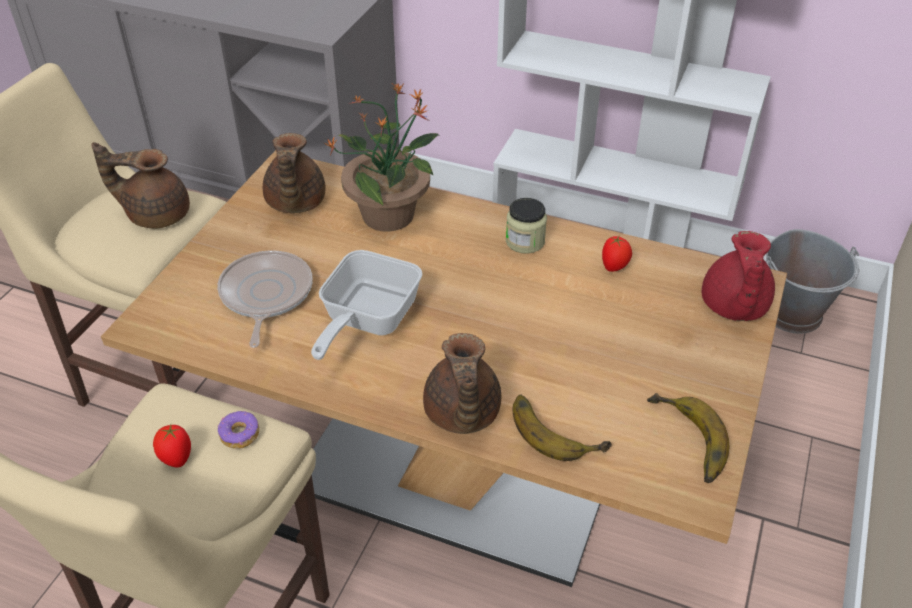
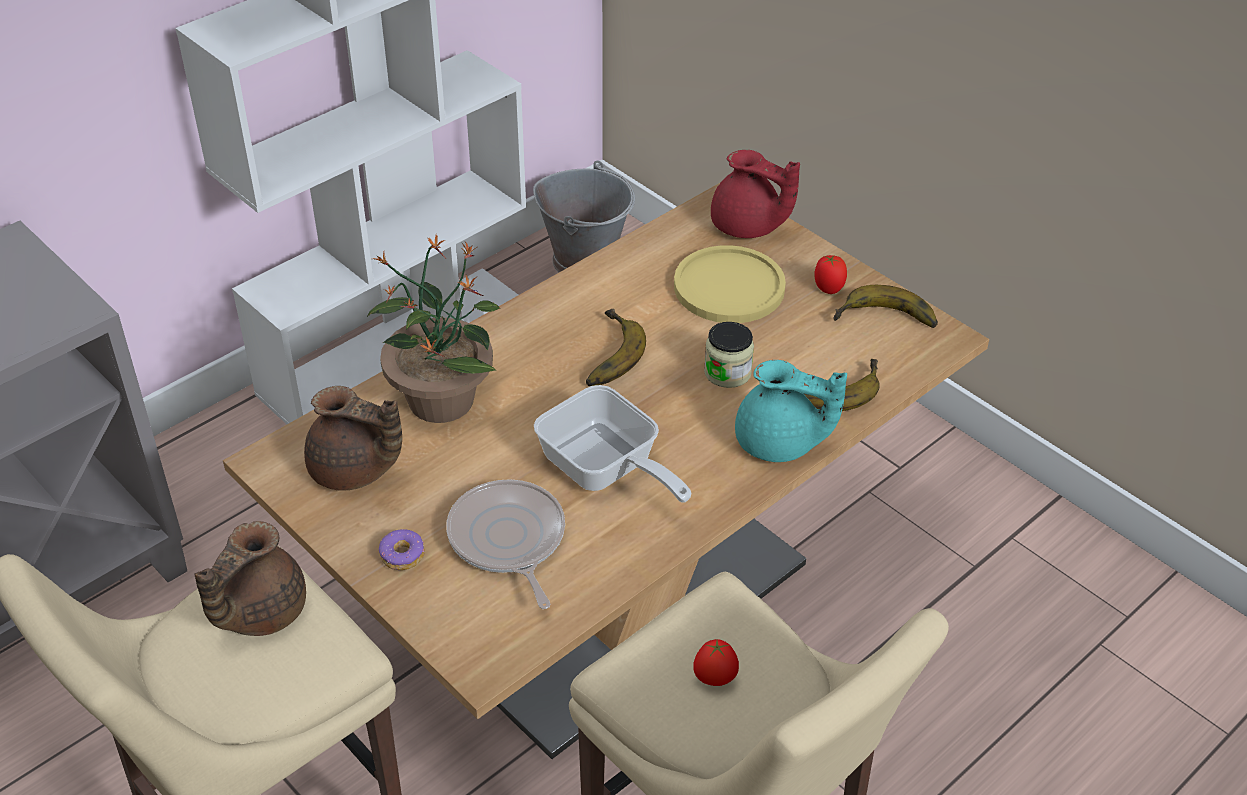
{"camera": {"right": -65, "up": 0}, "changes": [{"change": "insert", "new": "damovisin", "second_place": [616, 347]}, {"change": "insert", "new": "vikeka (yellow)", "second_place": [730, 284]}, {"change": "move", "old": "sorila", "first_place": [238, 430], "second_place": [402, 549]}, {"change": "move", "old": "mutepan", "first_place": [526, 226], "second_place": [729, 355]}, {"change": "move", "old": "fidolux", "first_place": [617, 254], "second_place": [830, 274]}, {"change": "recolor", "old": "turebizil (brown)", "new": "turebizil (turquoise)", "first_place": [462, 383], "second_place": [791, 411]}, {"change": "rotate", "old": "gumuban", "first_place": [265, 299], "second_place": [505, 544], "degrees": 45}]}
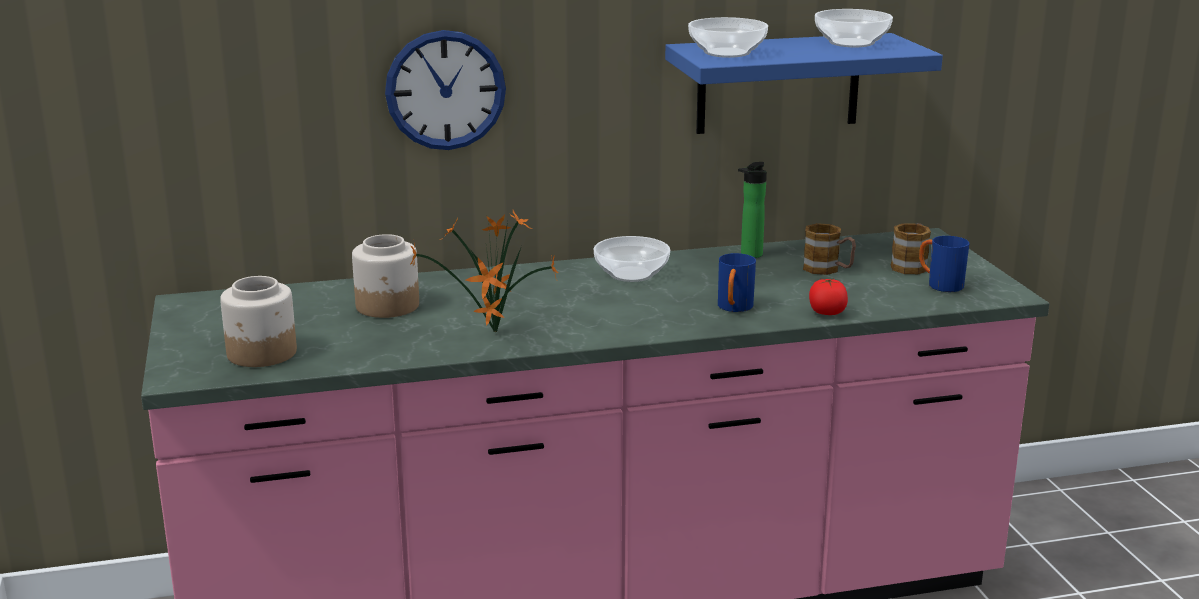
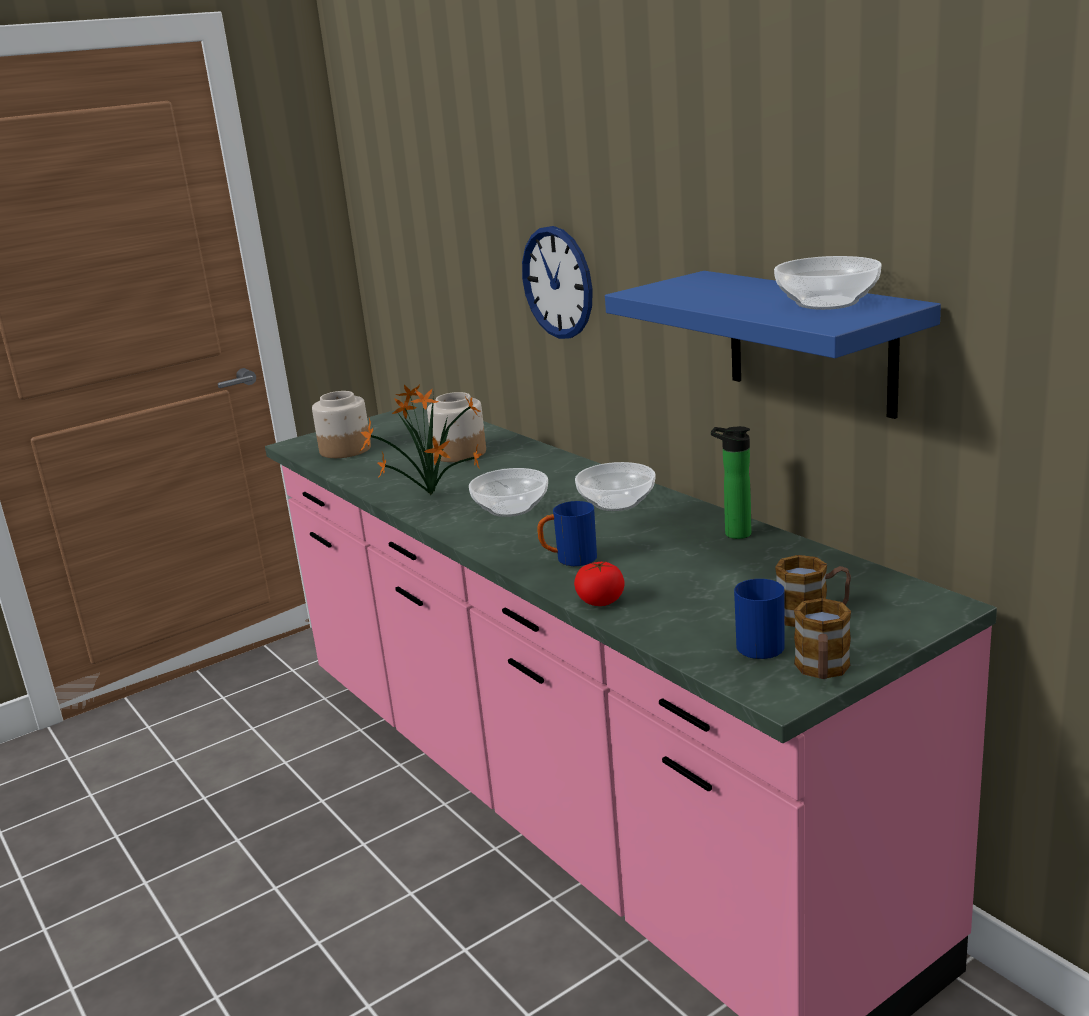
{"camera": {"right": 70, "up": 0}, "changes": [{"change": "move", "old": "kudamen", "first_place": [728, 37], "second_place": [508, 492]}, {"change": "move", "old": "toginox", "first_place": [829, 249], "second_place": [822, 638]}]}
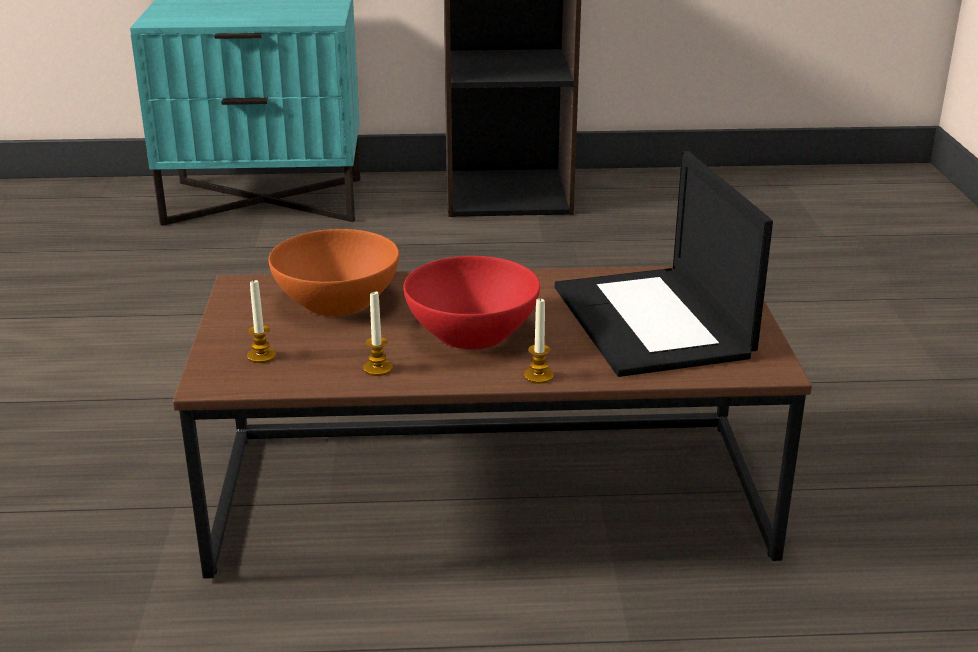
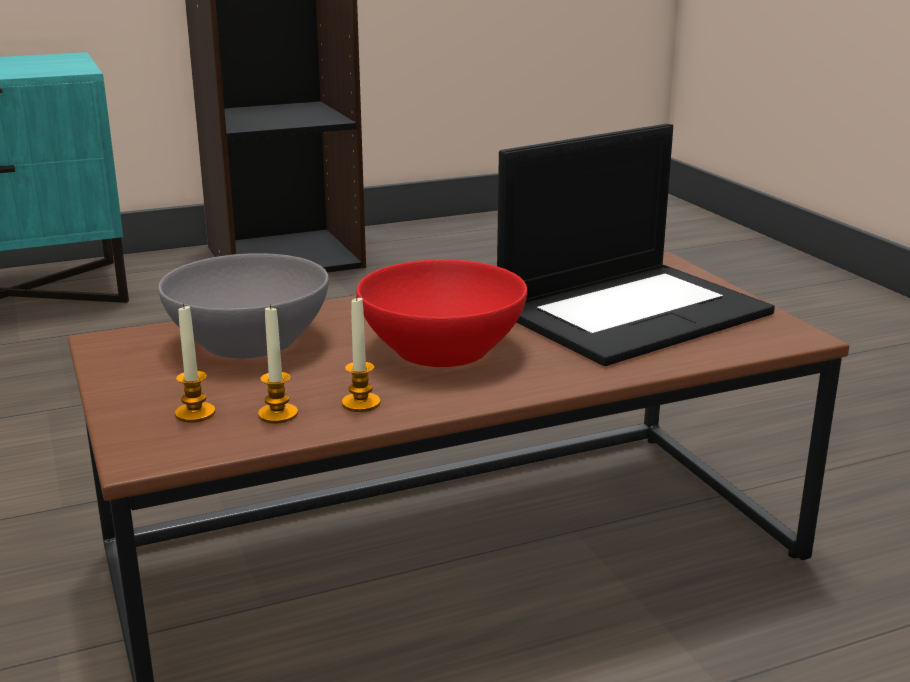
{"camera": {"right": -20, "up": -5}, "changes": [{"change": "move", "old": "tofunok", "first_place": [539, 340], "second_place": [278, 364]}, {"change": "recolor", "old": "kudamen (orange)", "new": "kudamen (grey)", "first_place": [334, 272], "second_place": [243, 305]}, {"change": "rotate", "old": "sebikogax", "first_place": [664, 264], "second_place": [636, 244], "degrees": -90}]}
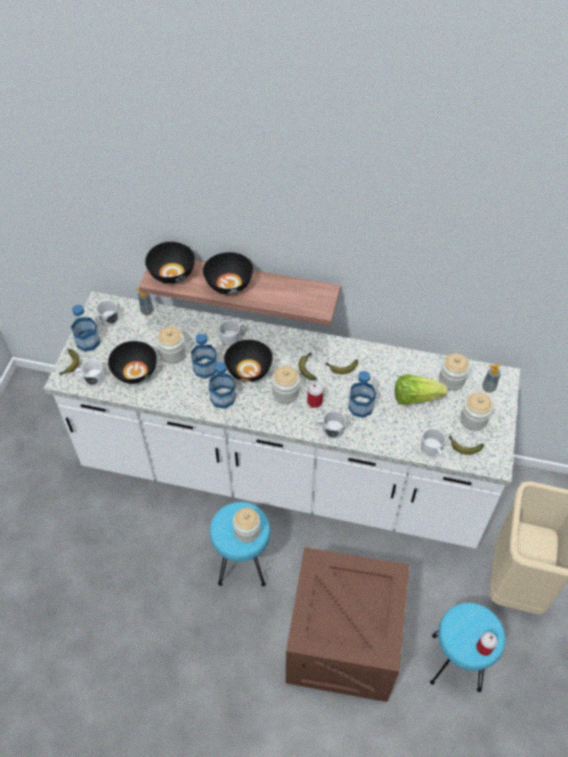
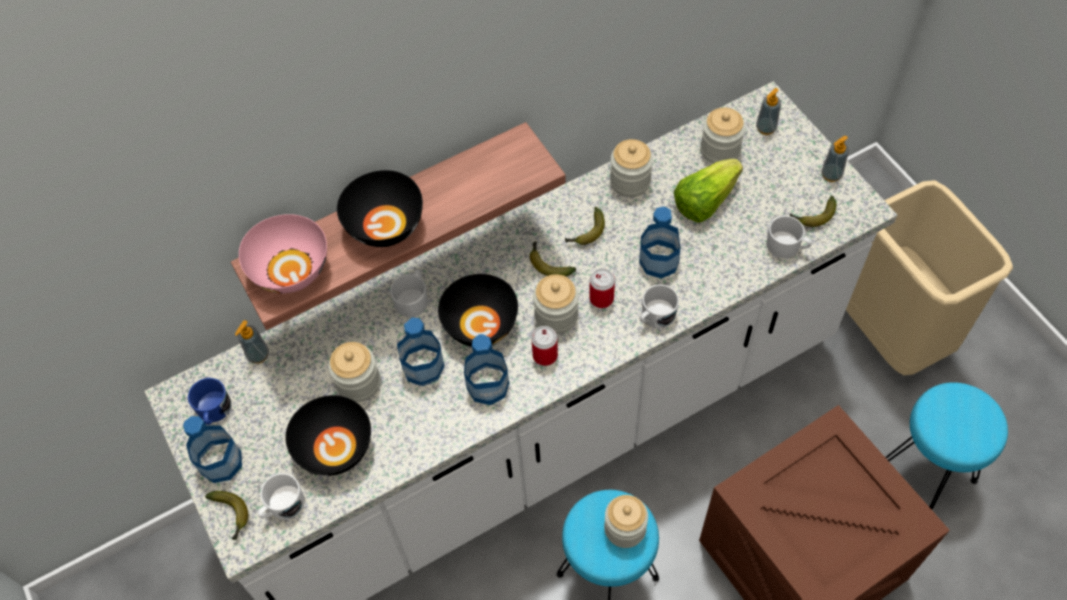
{"camera": {"right": -40, "up": 5}, "changes": [{"change": "insert", "new": "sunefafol", "second_place": [835, 159]}, {"change": "move", "old": "mutepan", "first_place": [476, 412], "second_place": [631, 168]}, {"change": "move", "old": "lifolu", "first_place": [487, 644], "second_place": [544, 346]}, {"change": "recolor", "old": "toginox (white)", "new": "toginox (blue)", "first_place": [107, 312], "second_place": [210, 401]}, {"change": "recolor", "old": "kudamen (black)", "new": "kudamen (pink)", "first_place": [170, 263], "second_place": [283, 253]}]}
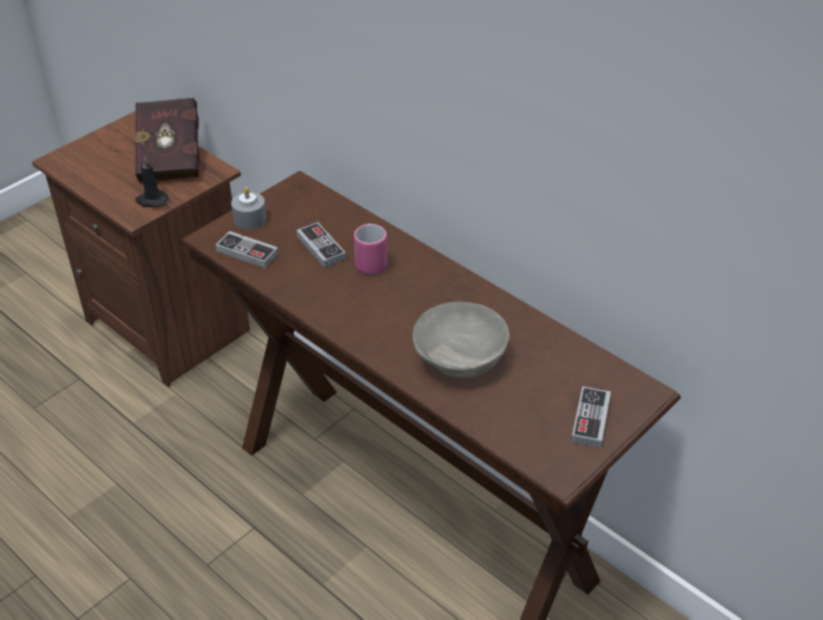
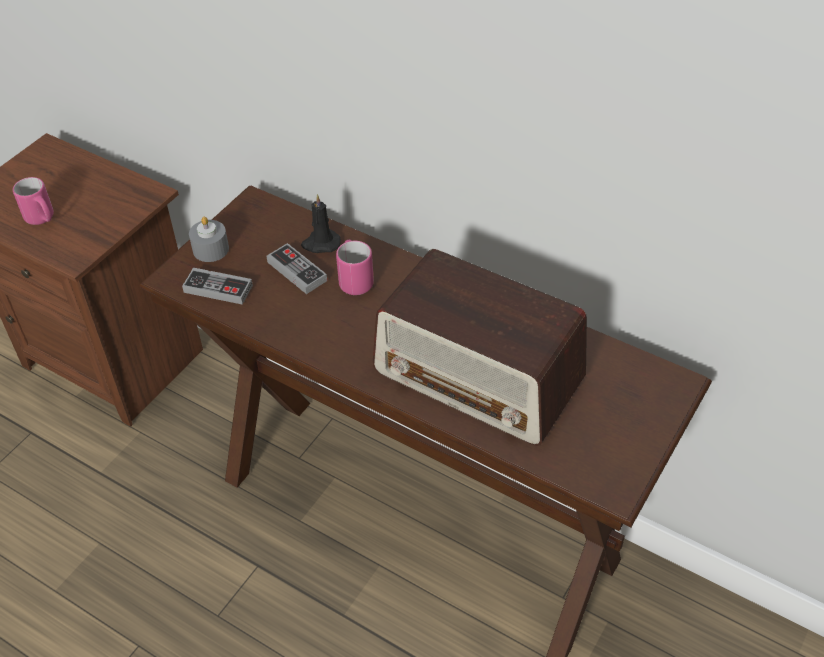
{"camera": {"right": -10, "up": 5}, "changes": [{"change": "delete", "old": "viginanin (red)", "first_place": [167, 139]}, {"change": "delete", "old": "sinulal", "first_place": [591, 417]}, {"change": "insert", "new": "toginox (pink)", "second_place": [33, 201]}, {"change": "move", "old": "tofunok (black)", "first_place": [151, 182], "second_place": [321, 223]}, {"change": "replace", "old": "kudamen (grey)", "new": "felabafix", "first_place": [461, 340], "second_place": [479, 347]}]}
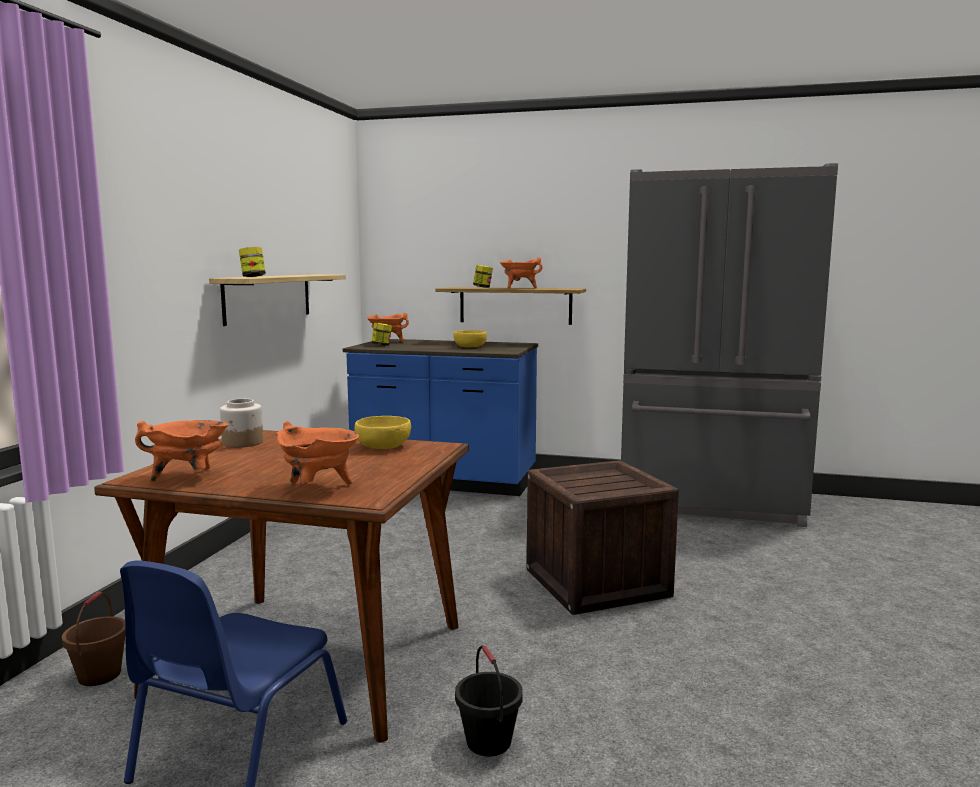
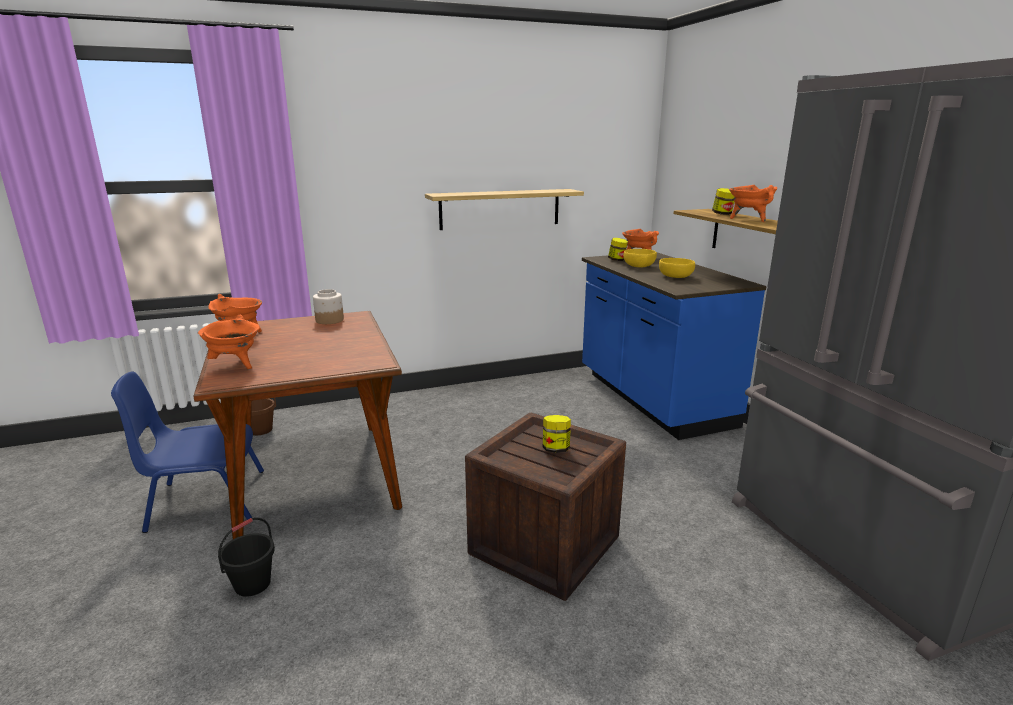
{"camera": {"right": 55, "up": 10}, "changes": [{"change": "move", "old": "mutepan", "first_place": [252, 262], "second_place": [557, 434]}, {"change": "move", "old": "kudamen (yellow)", "first_place": [382, 432], "second_place": [640, 258]}]}
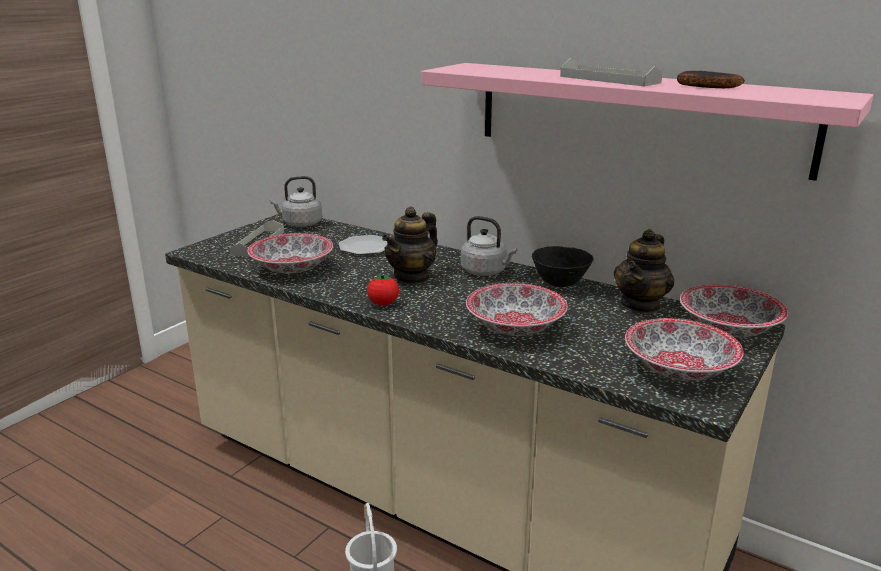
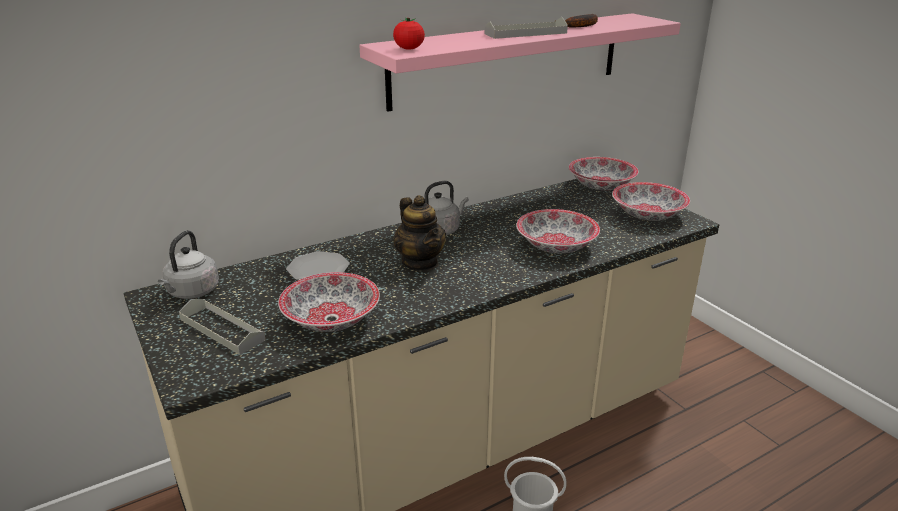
{"camera": {"right": -65, "up": 5}, "changes": [{"change": "delete", "old": "kudamen (black)", "first_place": [563, 266]}, {"change": "delete", "old": "turebizil", "first_place": [644, 271]}, {"change": "move", "old": "fidolux", "first_place": [383, 289], "second_place": [409, 34]}]}
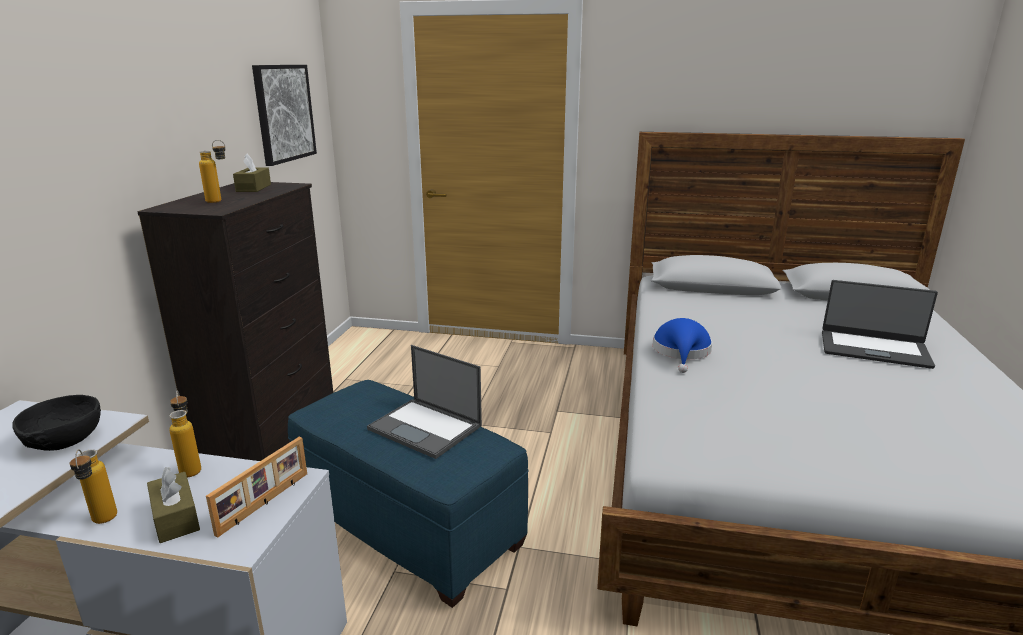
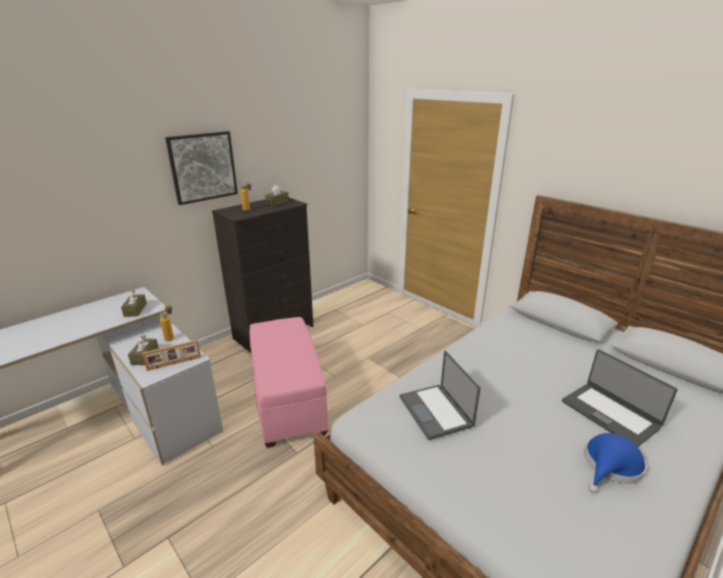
{"camera": {"right": 35, "up": 5}, "changes": [{"change": "delete", "old": "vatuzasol", "first_place": [93, 486]}, {"change": "move", "old": "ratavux", "first_place": [284, 115], "second_place": [201, 168]}, {"change": "move", "old": "sebikogax", "first_place": [424, 402], "second_place": [440, 395]}, {"change": "move", "old": "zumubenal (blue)", "first_place": [682, 345], "second_place": [615, 463]}, {"change": "replace", "old": "kudamen (black)", "new": "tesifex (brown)", "first_place": [56, 423], "second_place": [134, 303]}, {"change": "recolor", "old": "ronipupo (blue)", "new": "ronipupo (pink)", "first_place": [408, 494], "second_place": [289, 382]}]}
